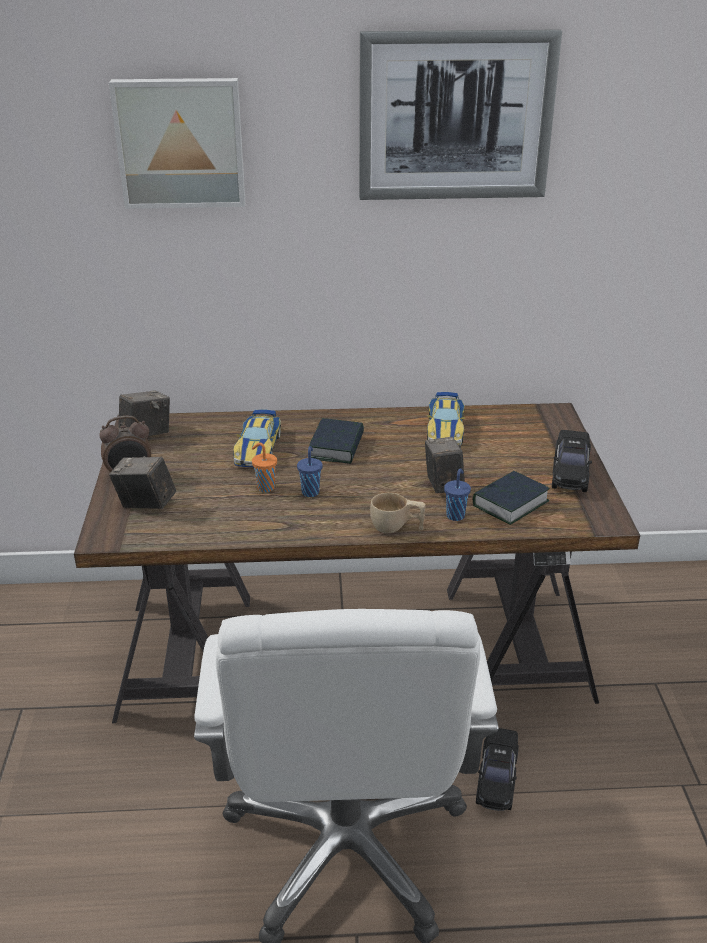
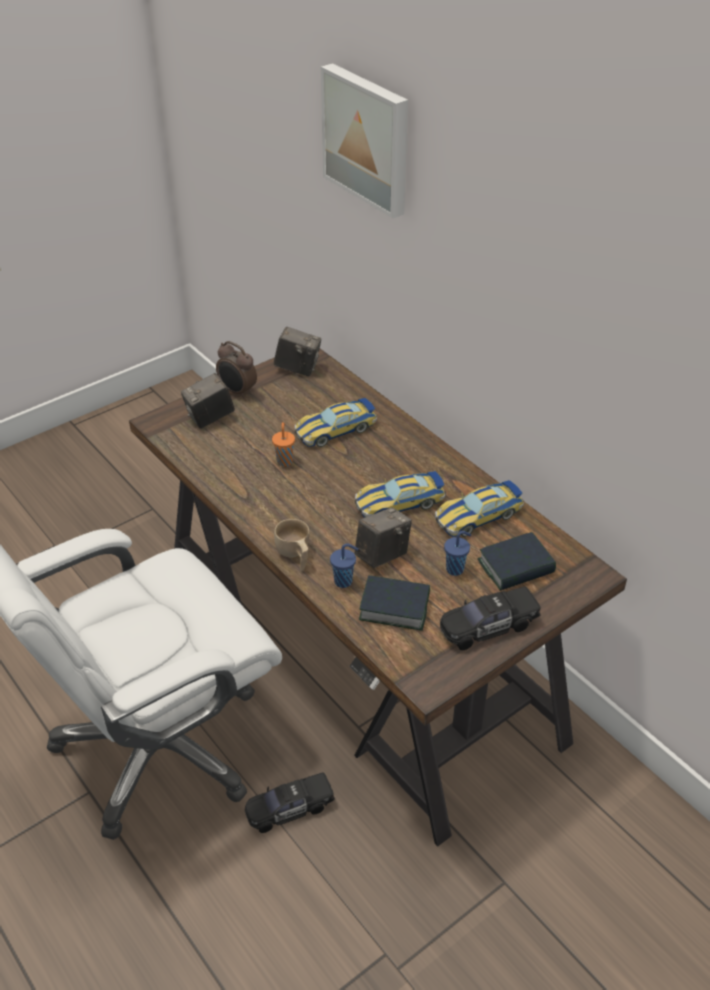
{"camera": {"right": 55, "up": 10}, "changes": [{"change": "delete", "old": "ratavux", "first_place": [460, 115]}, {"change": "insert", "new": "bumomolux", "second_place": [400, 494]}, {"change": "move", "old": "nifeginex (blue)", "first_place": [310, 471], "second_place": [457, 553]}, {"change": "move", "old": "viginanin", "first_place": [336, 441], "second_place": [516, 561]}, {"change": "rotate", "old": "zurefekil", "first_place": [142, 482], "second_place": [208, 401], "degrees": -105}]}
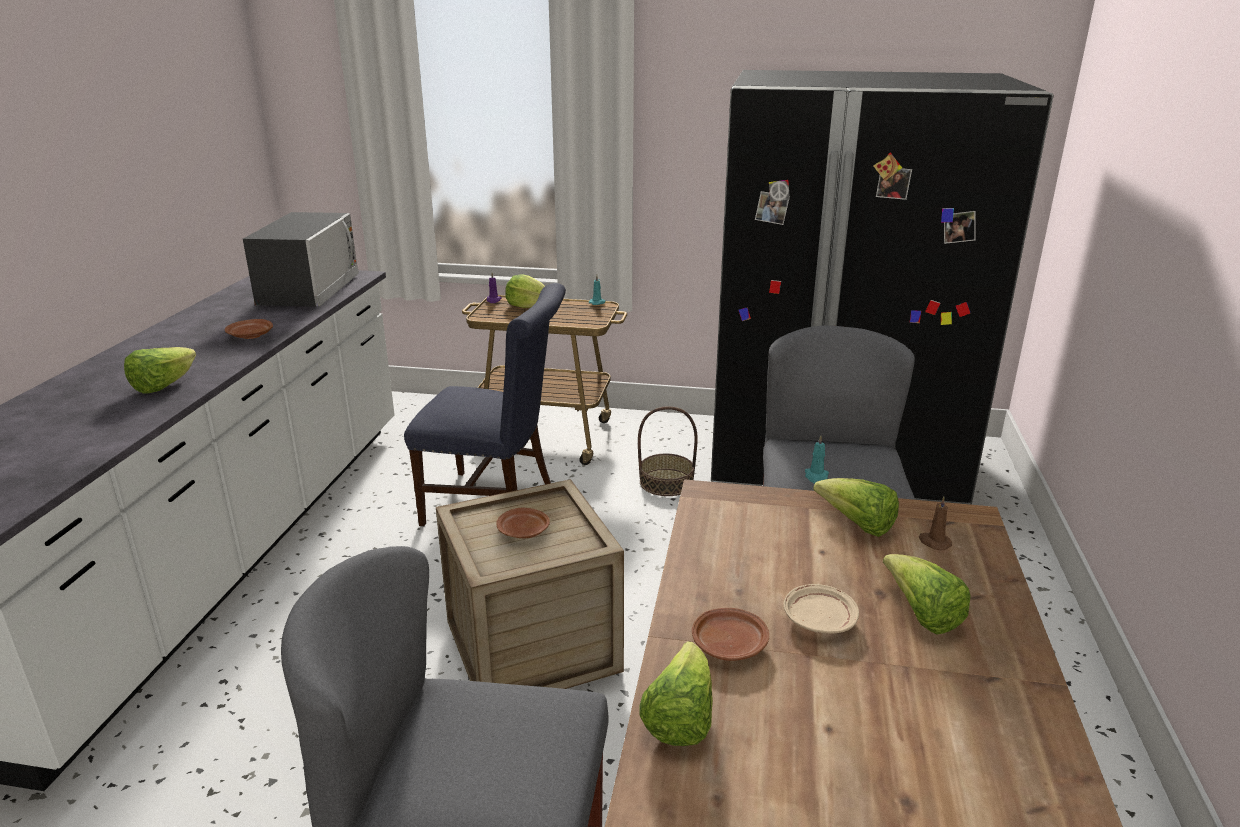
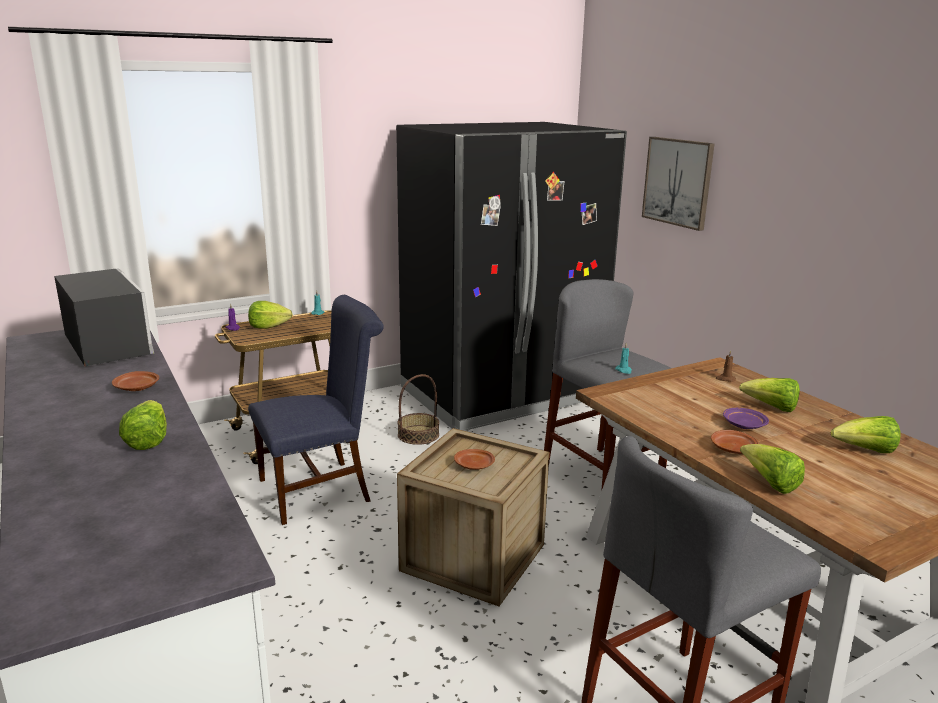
{"camera": {"right": -40, "up": -5}, "changes": [{"change": "insert", "new": "ratavux", "second_place": [678, 184]}, {"change": "move", "old": "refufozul", "first_place": [856, 507], "second_place": [865, 434]}, {"change": "recolor", "old": "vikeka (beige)", "new": "vikeka (purple)", "first_place": [821, 608], "second_place": [746, 418]}]}
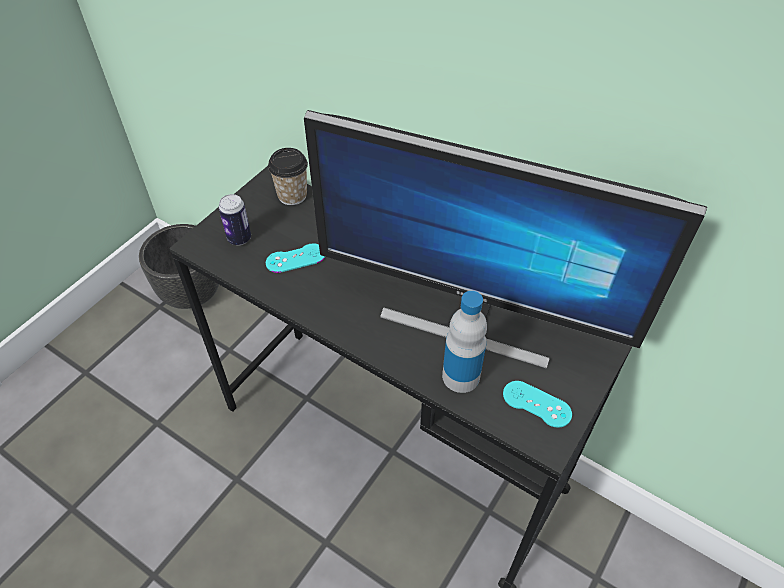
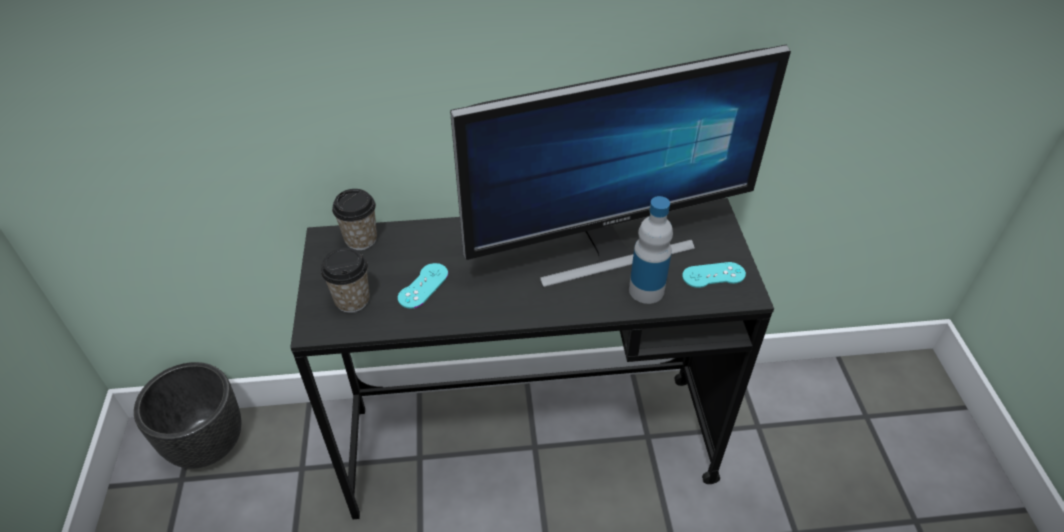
{"camera": {"right": -40, "up": -5}, "changes": [{"change": "replace", "old": "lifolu", "new": "nifeginex", "first_place": [235, 219], "second_place": [345, 280]}]}
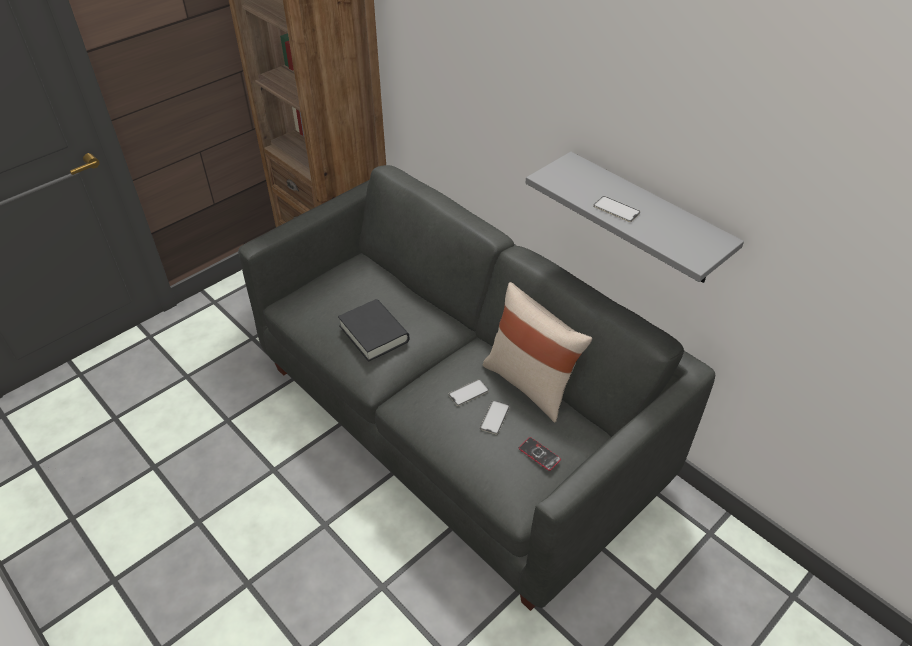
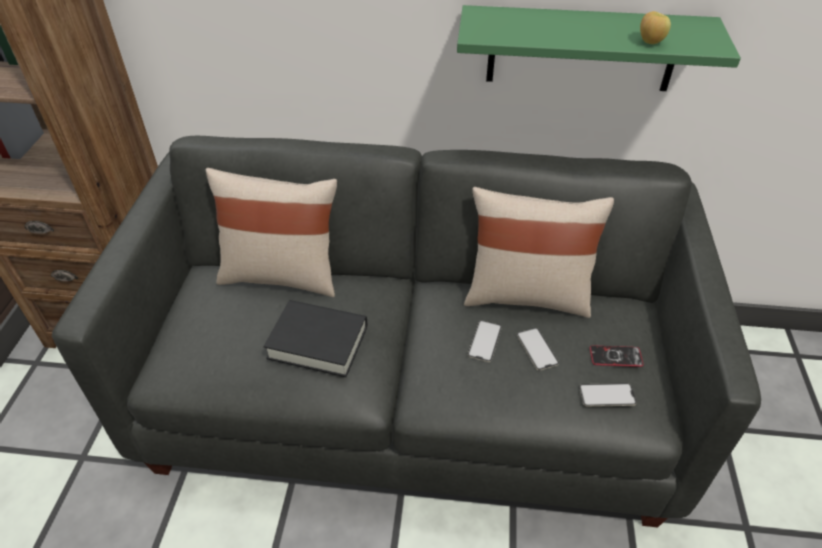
{"camera": {"right": -40, "up": 0}, "changes": [{"change": "insert", "new": "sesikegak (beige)", "second_place": [271, 232]}, {"change": "insert", "new": "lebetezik", "second_place": [655, 27]}, {"change": "move", "old": "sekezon", "first_place": [616, 209], "second_place": [608, 395]}, {"change": "recolor", "old": "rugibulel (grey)", "new": "rugibulel (green)", "first_place": [635, 217], "second_place": [599, 48]}]}
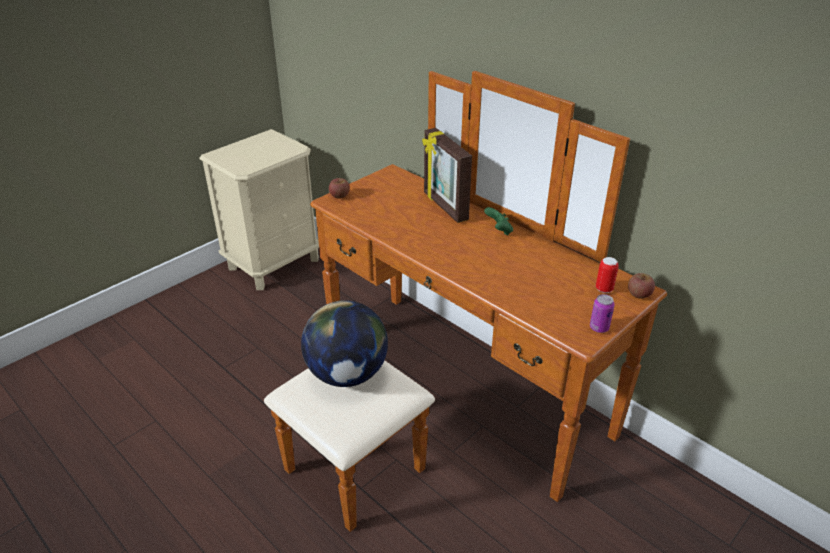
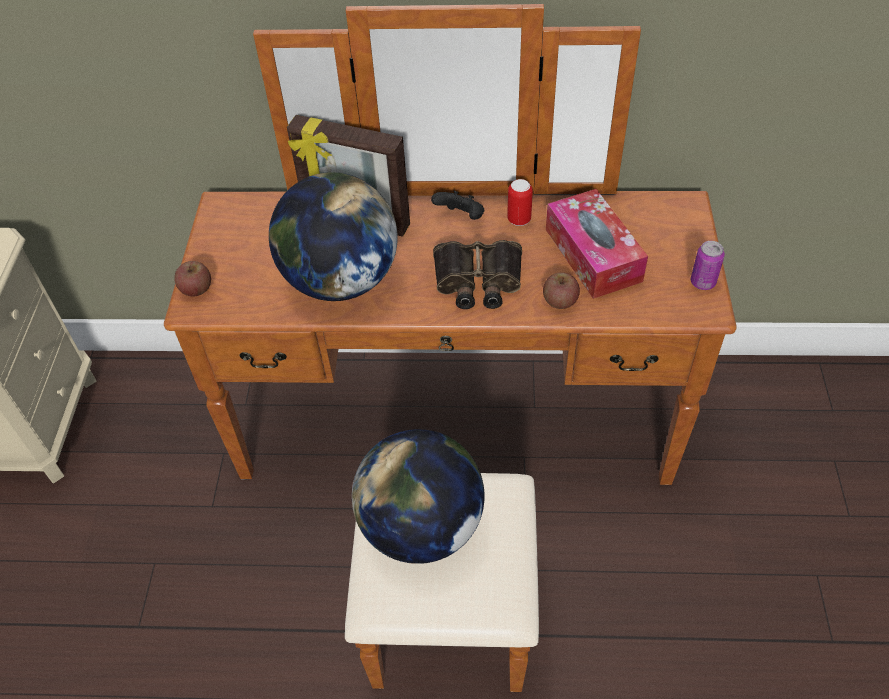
{"camera": {"right": -40, "up": 15}, "changes": [{"change": "insert", "new": "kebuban", "second_place": [333, 236]}, {"change": "insert", "new": "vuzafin", "second_place": [477, 274]}, {"change": "insert", "new": "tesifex", "second_place": [597, 244]}, {"change": "move", "old": "lifolu", "first_place": [607, 275], "second_place": [520, 202]}, {"change": "move", "old": "lebetezik", "first_place": [641, 286], "second_place": [561, 290]}, {"change": "recolor", "old": "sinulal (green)", "new": "sinulal (black)", "first_place": [498, 221], "second_place": [457, 205]}]}
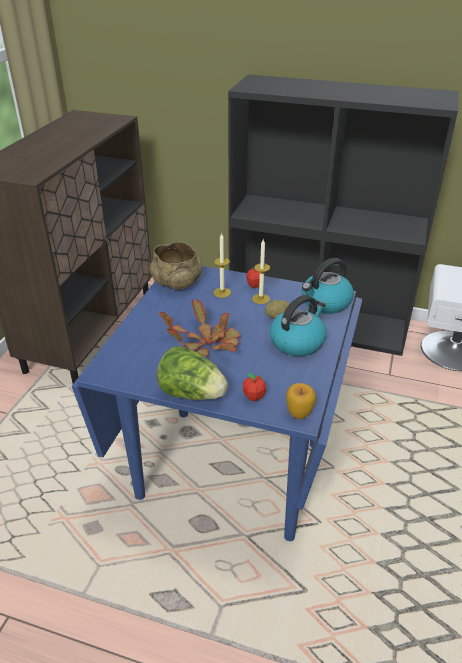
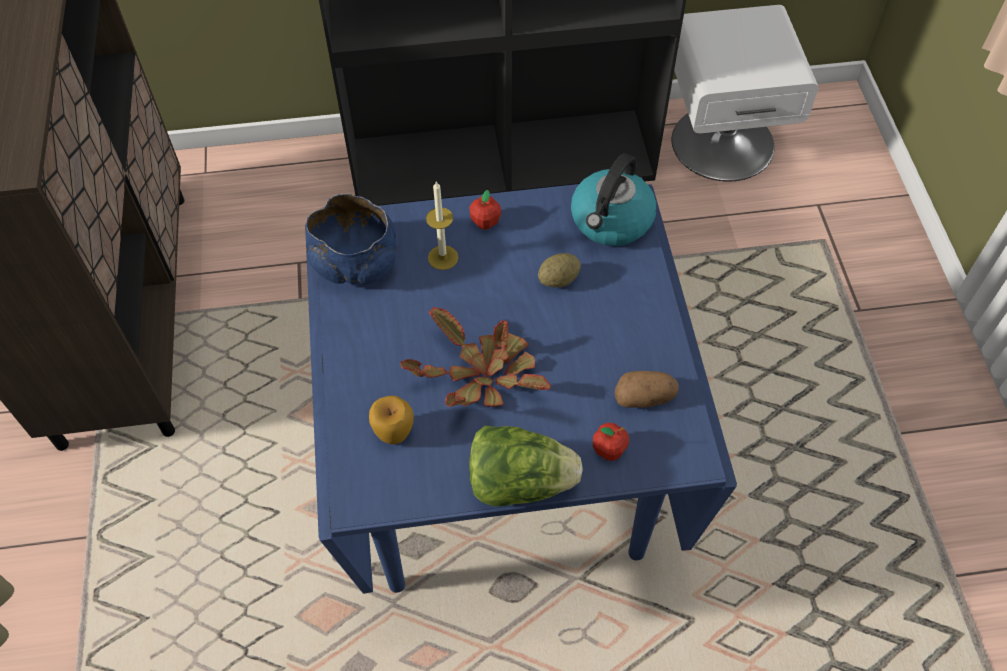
{"camera": {"right": -25, "up": 20}, "changes": [{"change": "delete", "old": "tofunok", "first_place": [261, 271]}, {"change": "delete", "old": "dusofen", "first_place": [298, 325]}, {"change": "insert", "new": "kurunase", "second_place": [647, 389]}, {"change": "move", "old": "lebetezik", "first_place": [301, 401], "second_place": [391, 420]}, {"change": "recolor", "old": "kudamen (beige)", "new": "kudamen (blue)", "first_place": [176, 265], "second_place": [351, 239]}]}
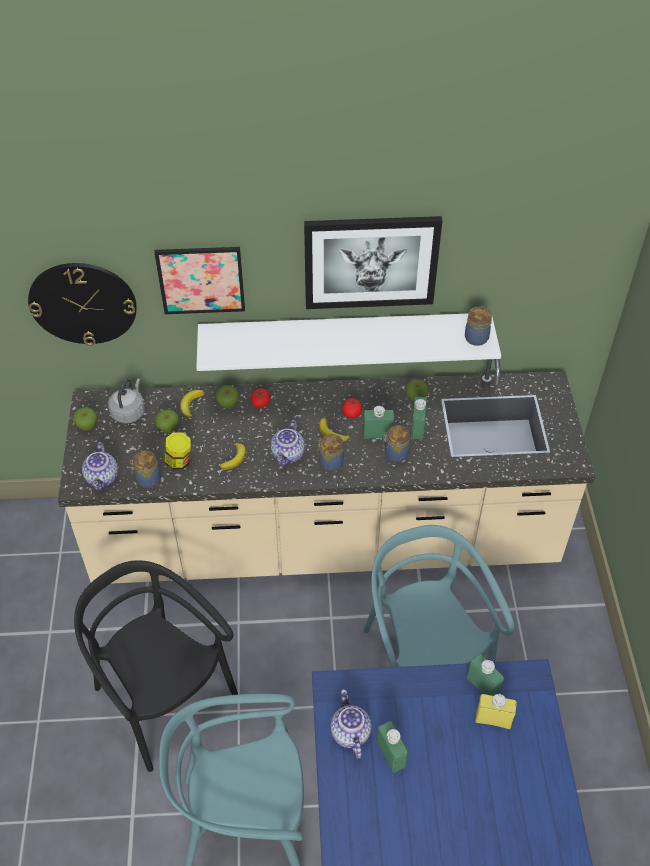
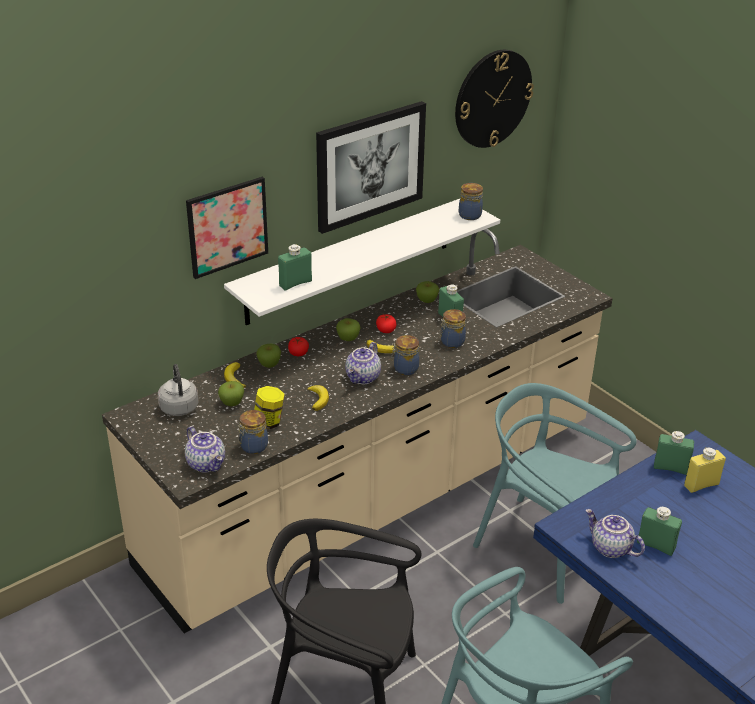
{"camera": {"right": -35, "up": -15}, "changes": [{"change": "move", "old": "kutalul", "first_place": [82, 304], "second_place": [494, 99]}, {"change": "move", "old": "lebetezik", "first_place": [84, 419], "second_place": [348, 329]}, {"change": "move", "old": "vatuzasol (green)", "first_place": [378, 422], "second_place": [295, 267]}, {"change": "rotate", "old": "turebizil", "first_place": [288, 443], "second_place": [363, 363], "degrees": 45}]}
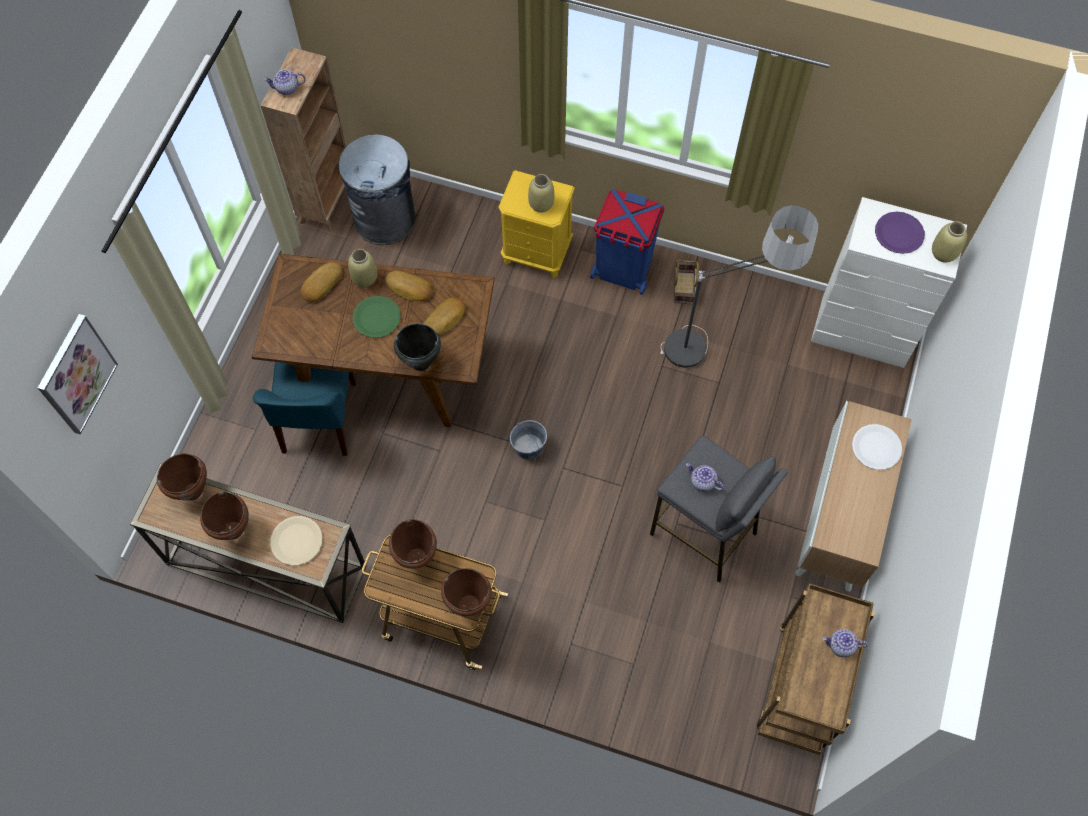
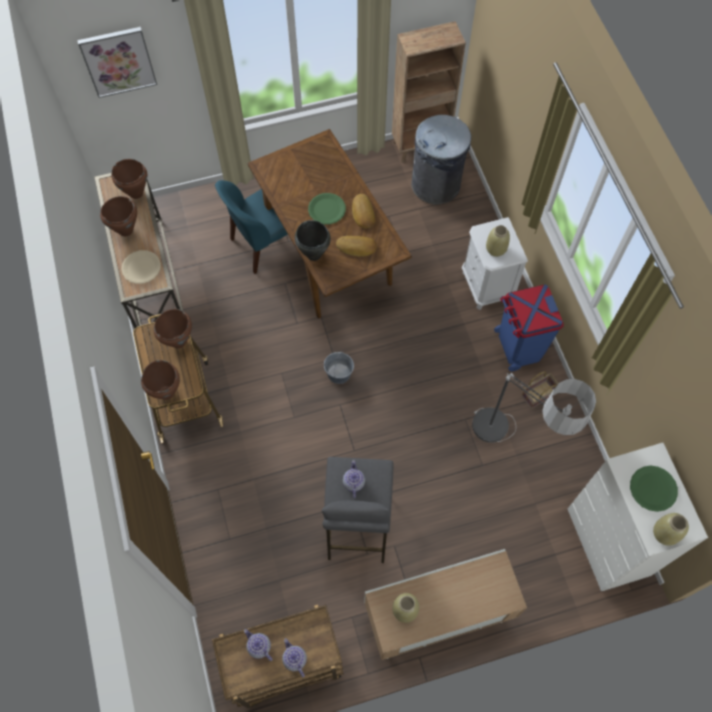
{"camera": {"right": 55, "up": 0}, "changes": [{"change": "delete", "old": "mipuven", "first_place": [322, 282]}, {"change": "delete", "old": "vikeka (white)", "first_place": [877, 447]}, {"change": "move", "old": "turebizil", "first_place": [285, 82], "second_place": [258, 645]}, {"change": "move", "old": "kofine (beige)", "first_place": [362, 268], "second_place": [405, 608]}, {"change": "recolor", "old": "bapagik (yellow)", "new": "bapagik (white)", "first_place": [536, 224], "second_place": [495, 263]}, {"change": "recolor", "old": "vikeka (purple)", "new": "vikeka (green)", "first_place": [900, 233], "second_place": [654, 489]}]}
